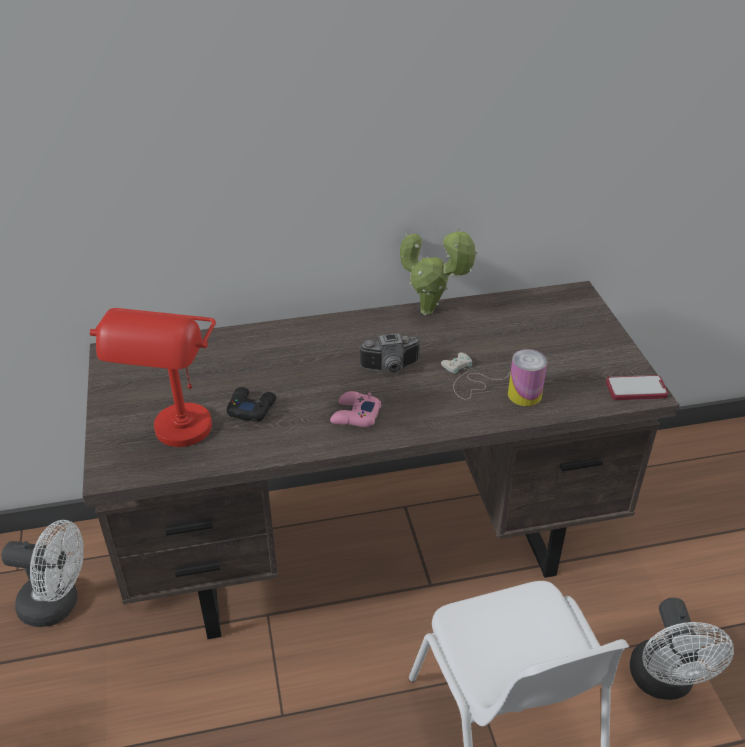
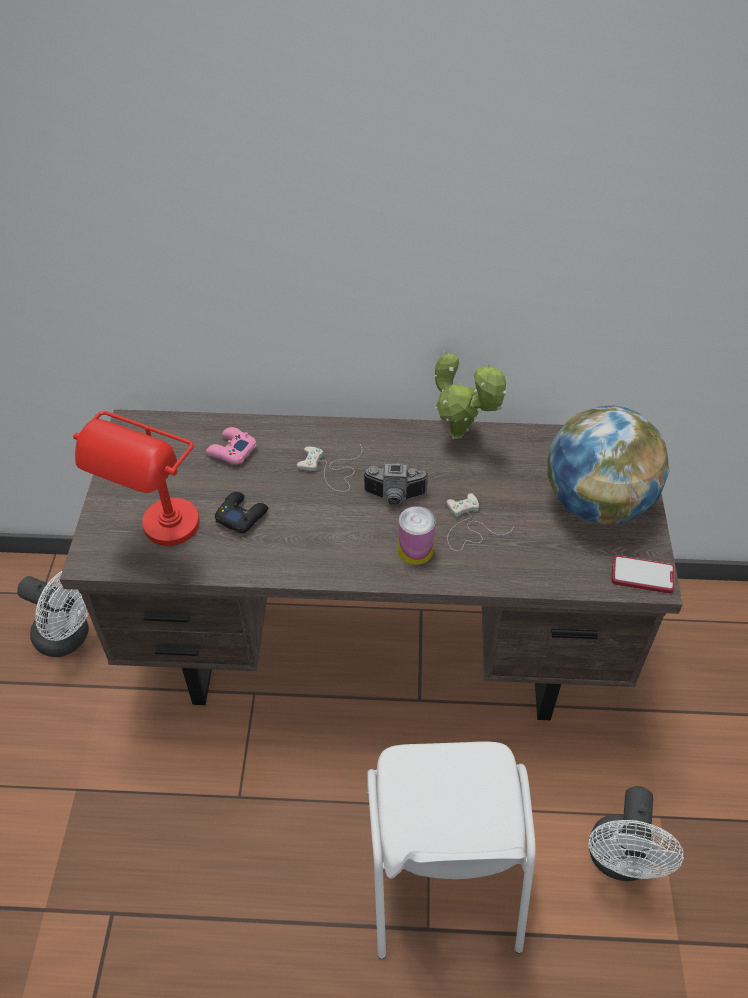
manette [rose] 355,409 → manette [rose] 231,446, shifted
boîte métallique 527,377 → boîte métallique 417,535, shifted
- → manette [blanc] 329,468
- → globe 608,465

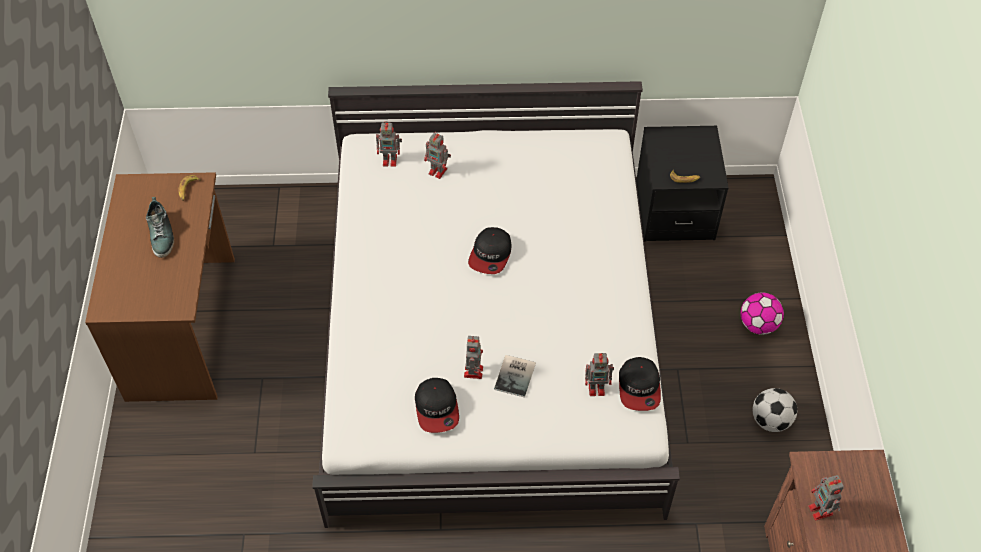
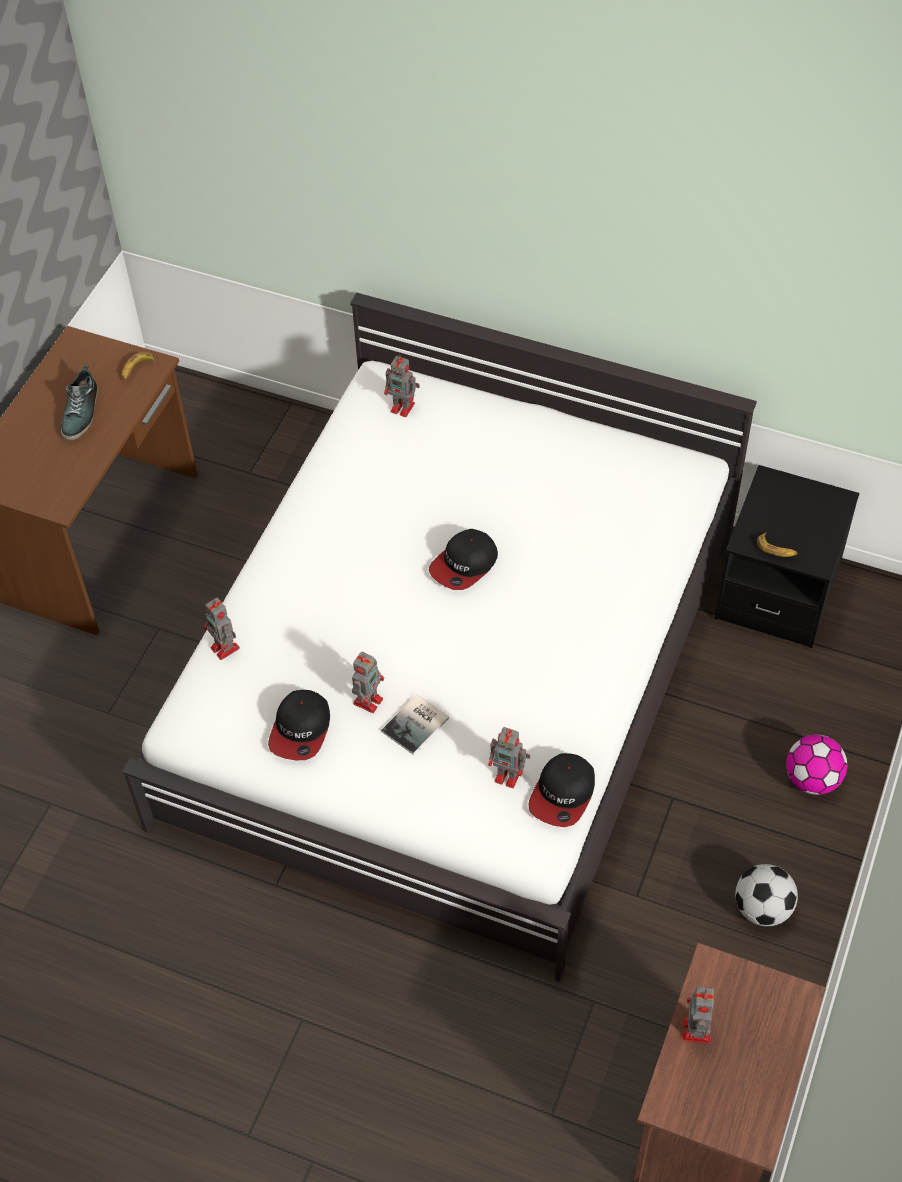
robot jouet 437,155 → robot jouet 222,629, shifted

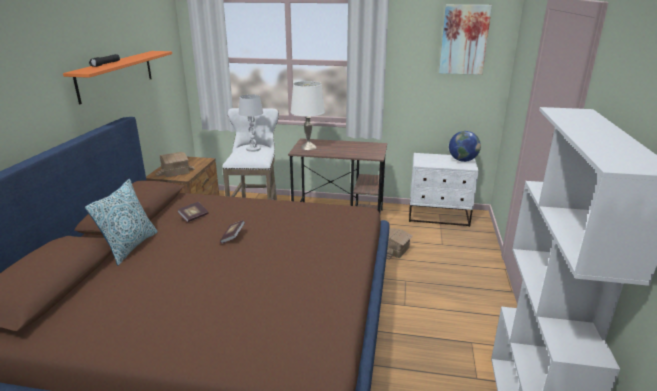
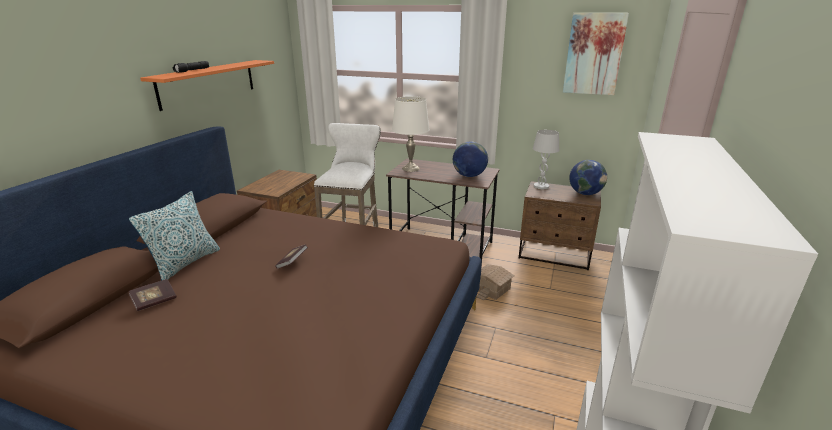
maison miniature 175,164 → -
livre 193,212 → livre 152,295, shifted
lampe de table [blanc] 251,123 → lampe de table [blanc] 546,159, shifted
table de chevet [blanc] 444,190 → table de chevet [marron] 560,225
- → globe 470,159

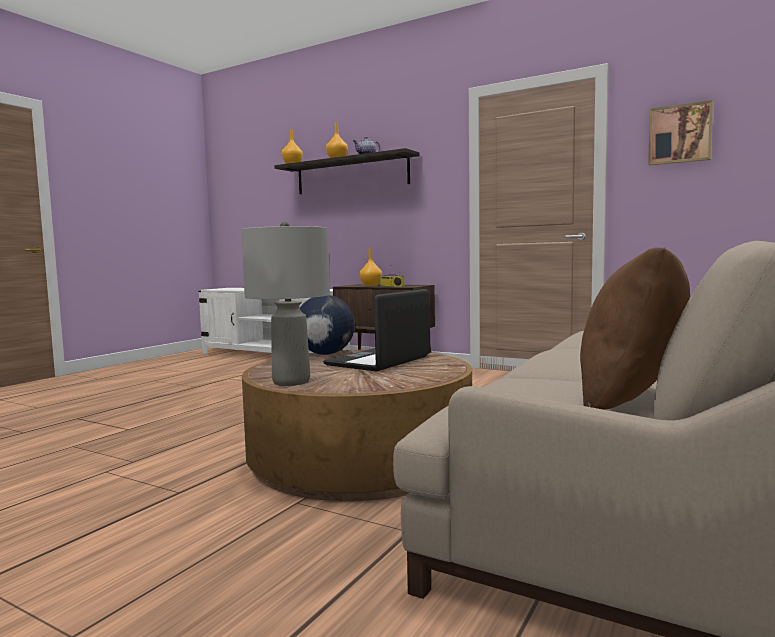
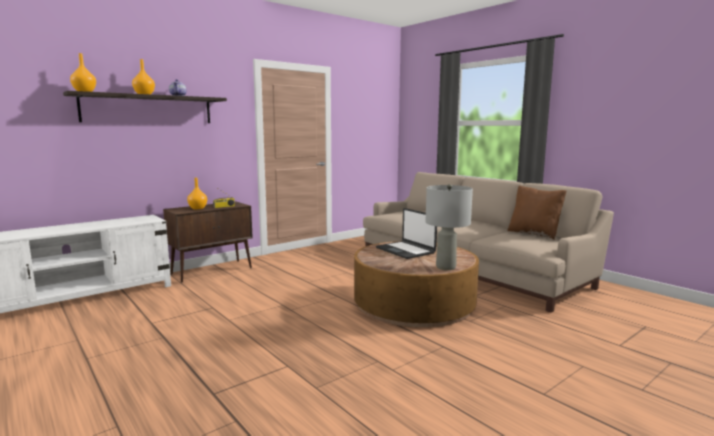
globe 327,325 → -
tableau 680,133 → -

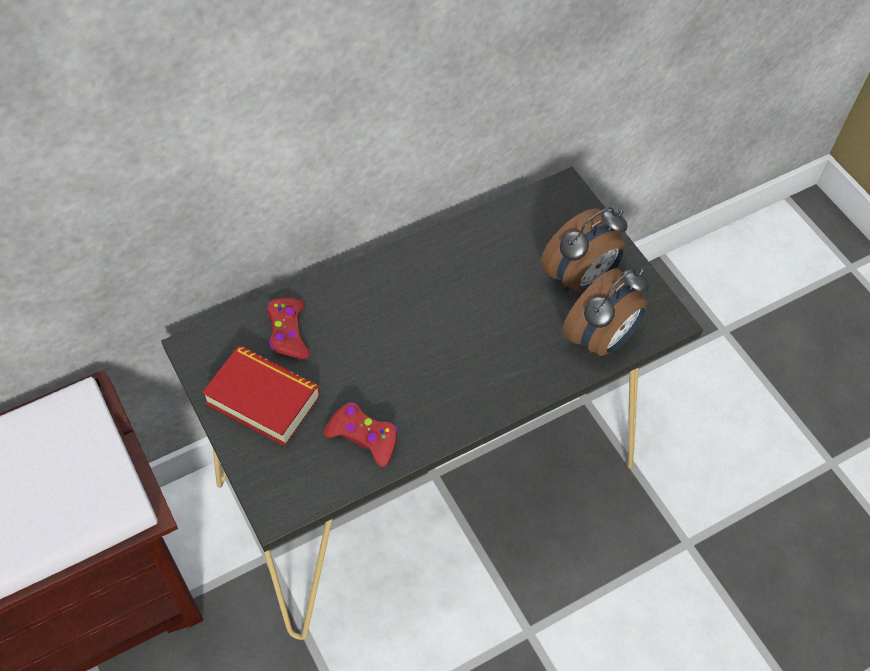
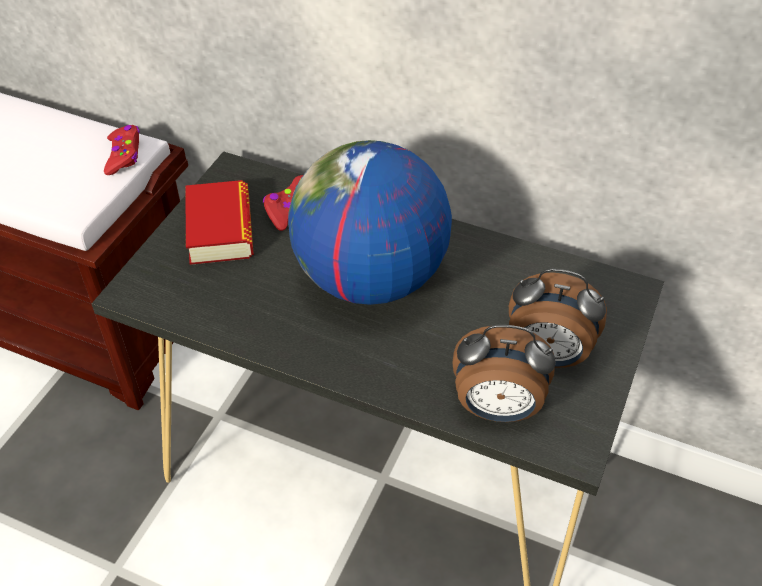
manette [rouge] 361,434 → manette [rouge] 122,150, shifted
- → globe 370,222

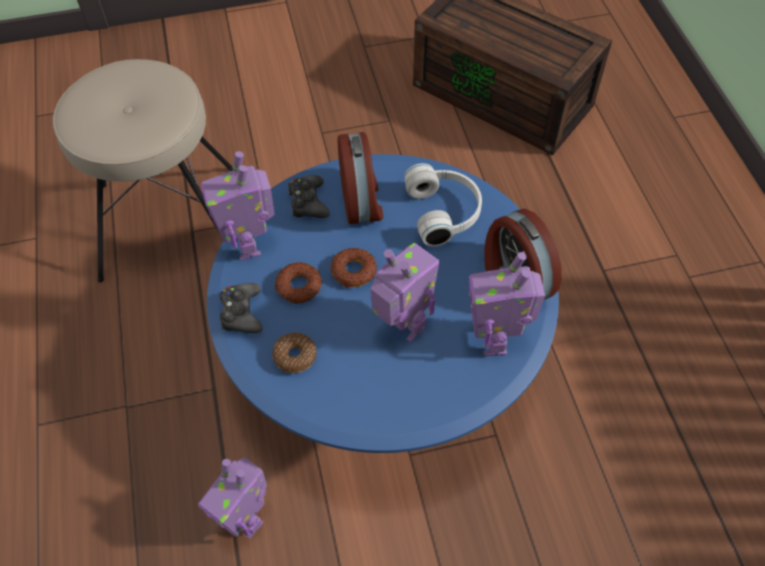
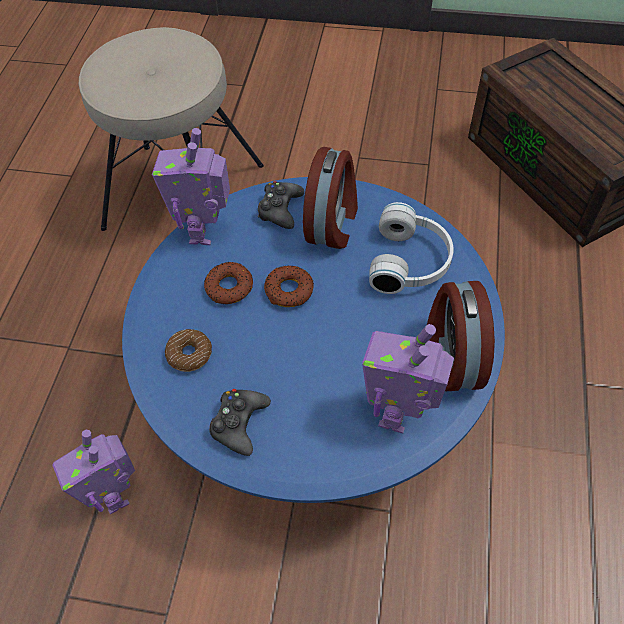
manette [noir] 241,308 → manette [noir] 240,422, shifted
robot jouet 404,292 → -

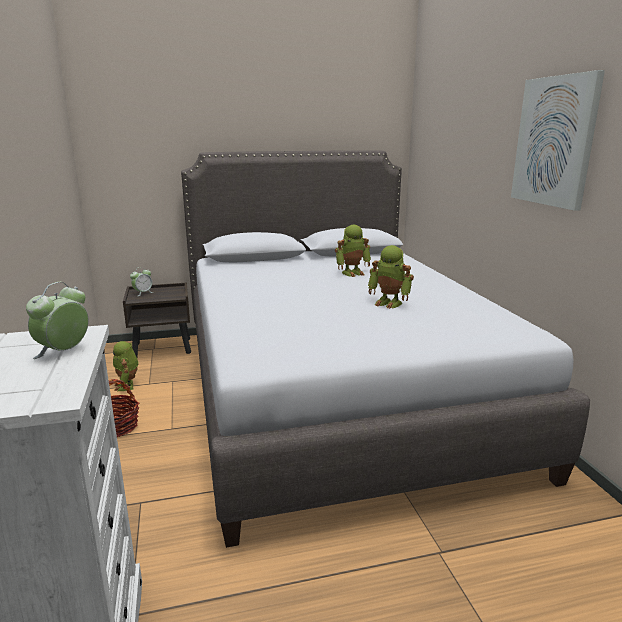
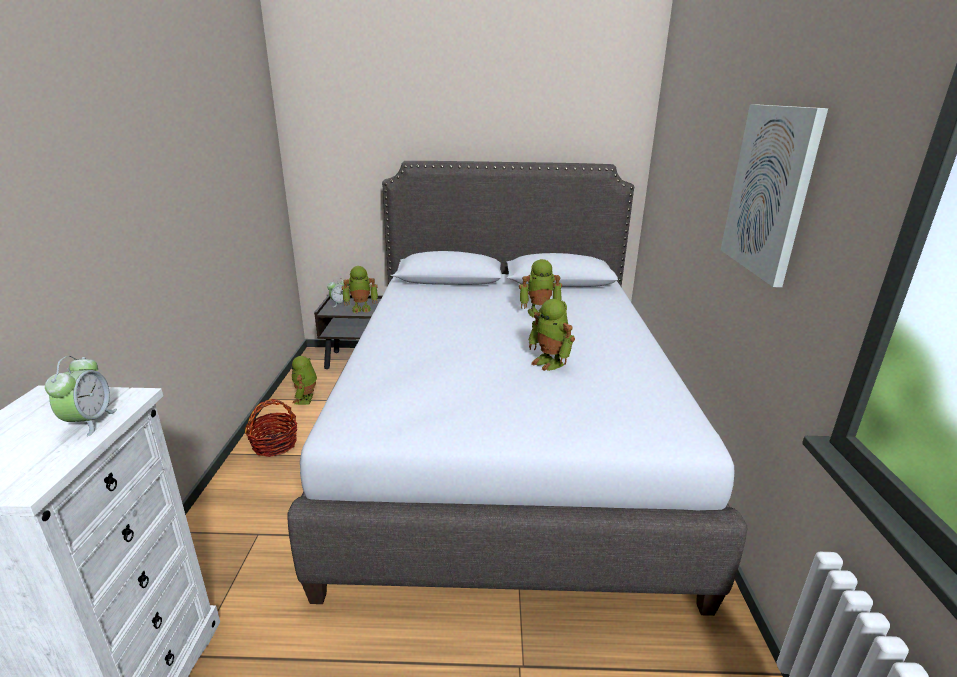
réveil 57,320 → réveil 81,396, 135 degrees clockwise
- → robot jouet 360,289

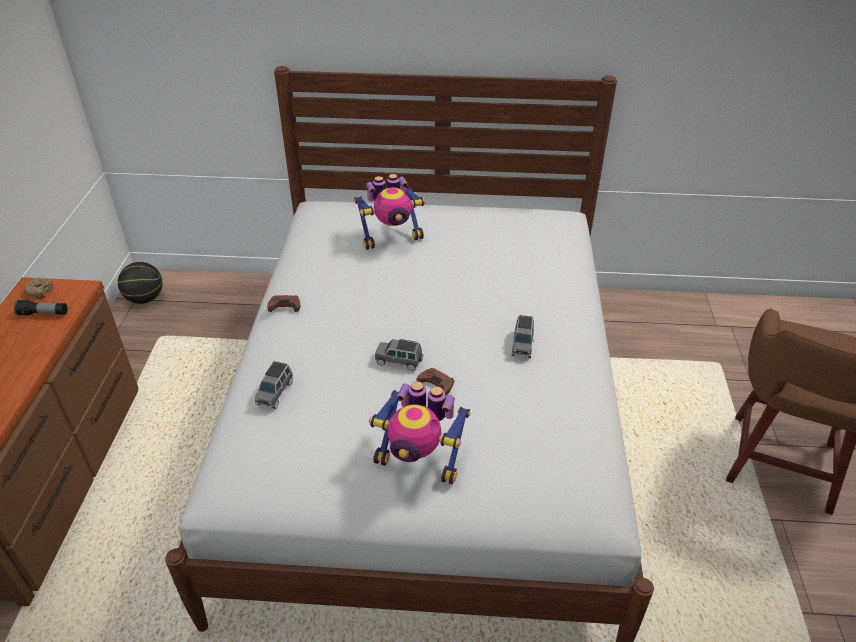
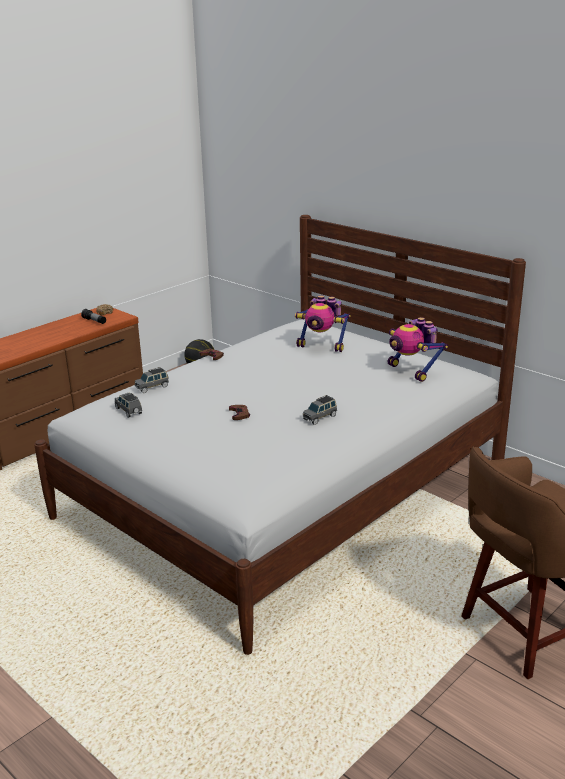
robot jouet 420,432 → robot jouet 417,349, shifted
petite voiture [gris] 399,355 → petite voiture [gris] 128,405, shifted

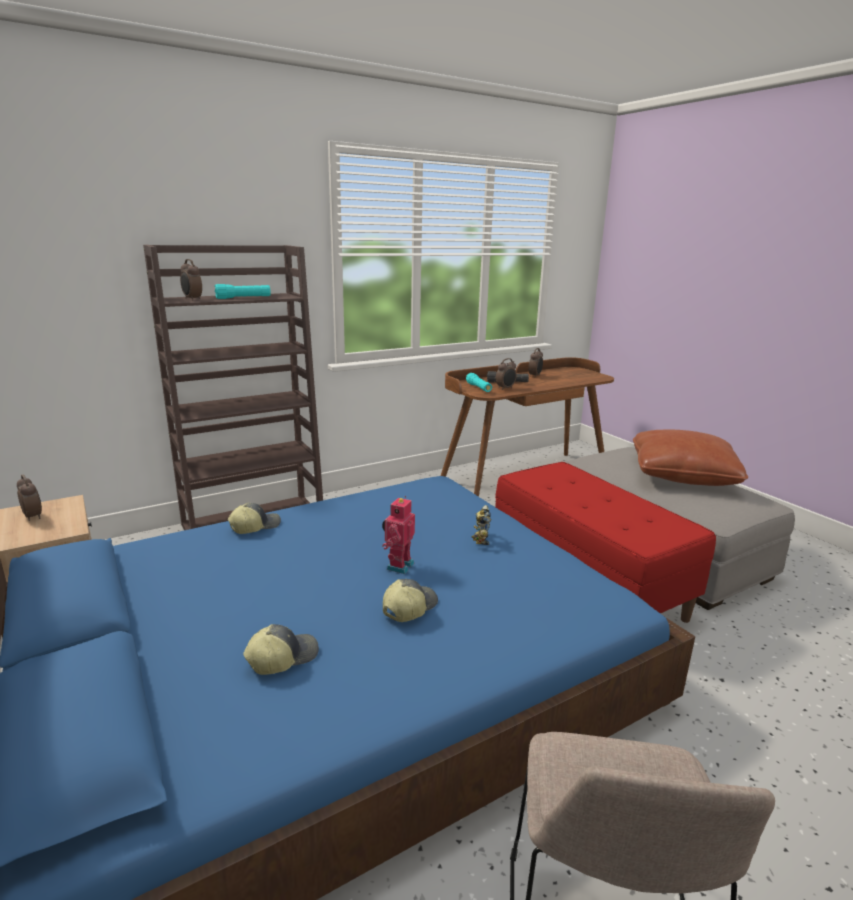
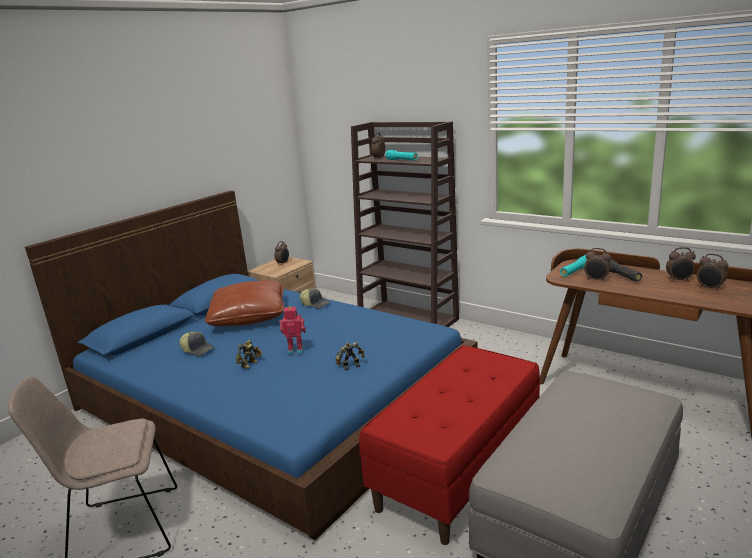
casquette 410,600 → robot jouet 249,354
coussin [marron] 690,458 → coussin [marron] 244,303, shifted
- → réveil 712,272

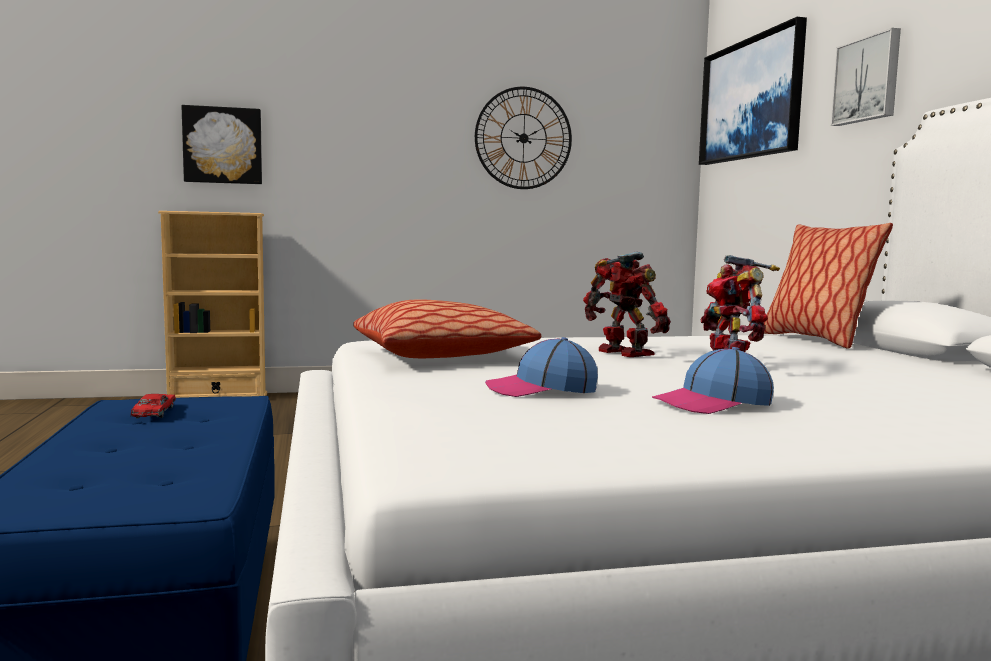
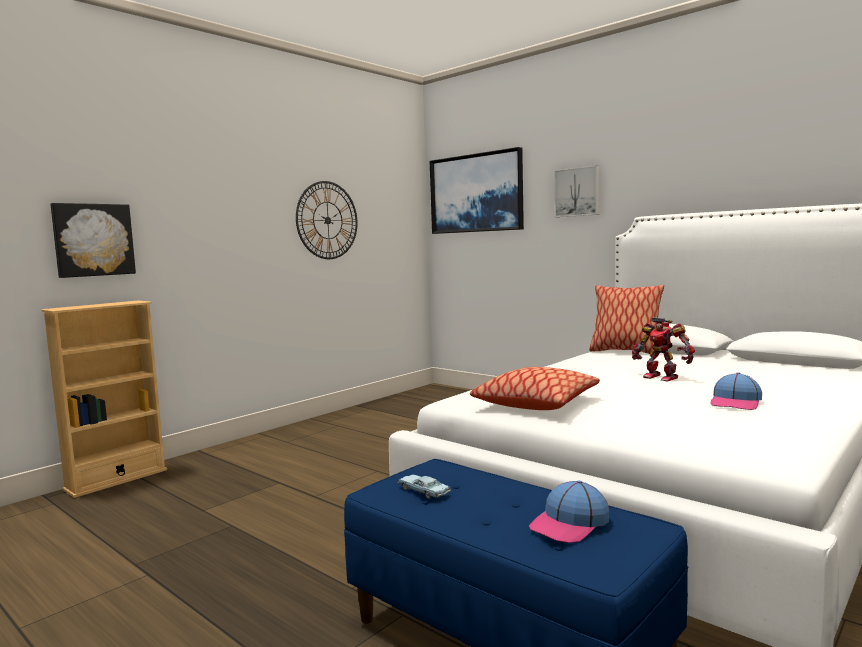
petite voiture [rouge] 153,406 → petite voiture [bleu] 424,486
casquette 541,367 → casquette 569,511, shifted
robot jouet 627,304 → -

